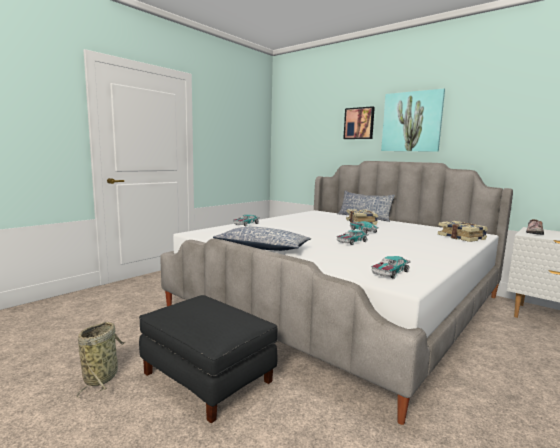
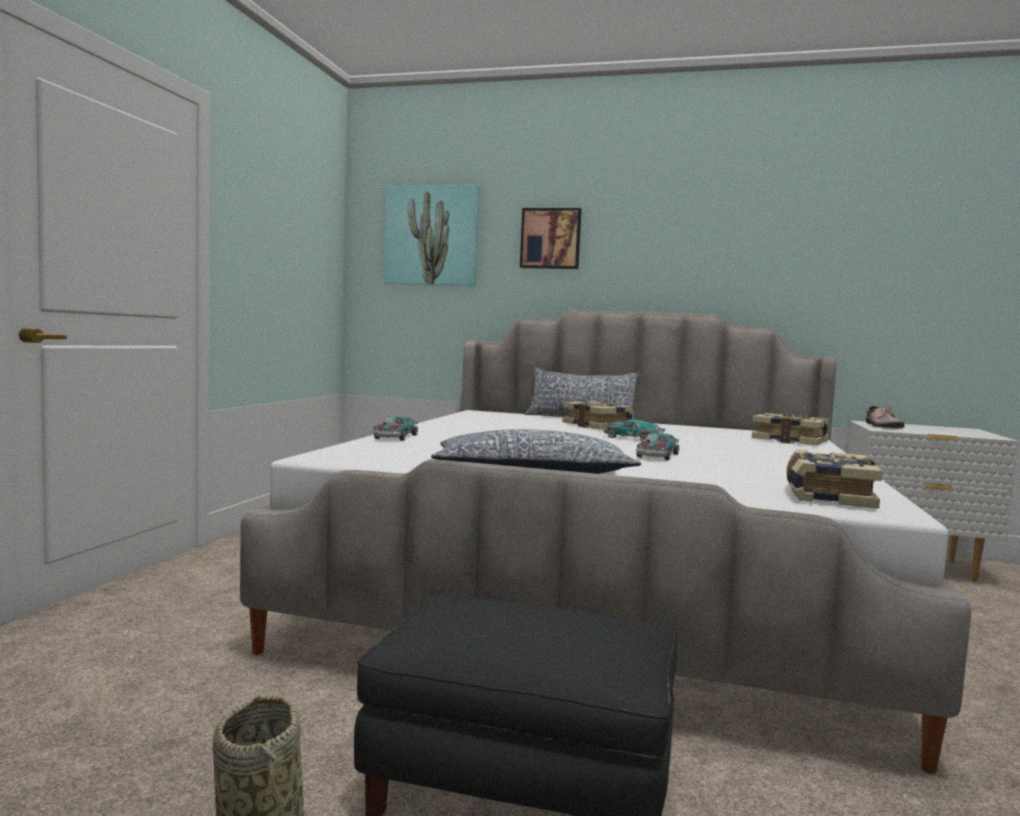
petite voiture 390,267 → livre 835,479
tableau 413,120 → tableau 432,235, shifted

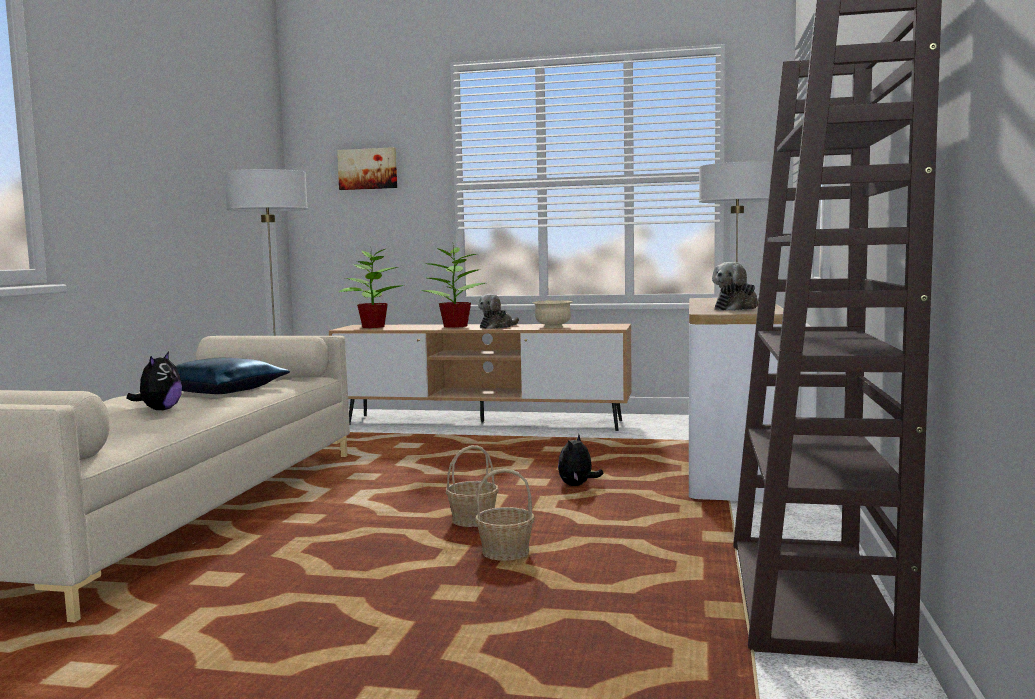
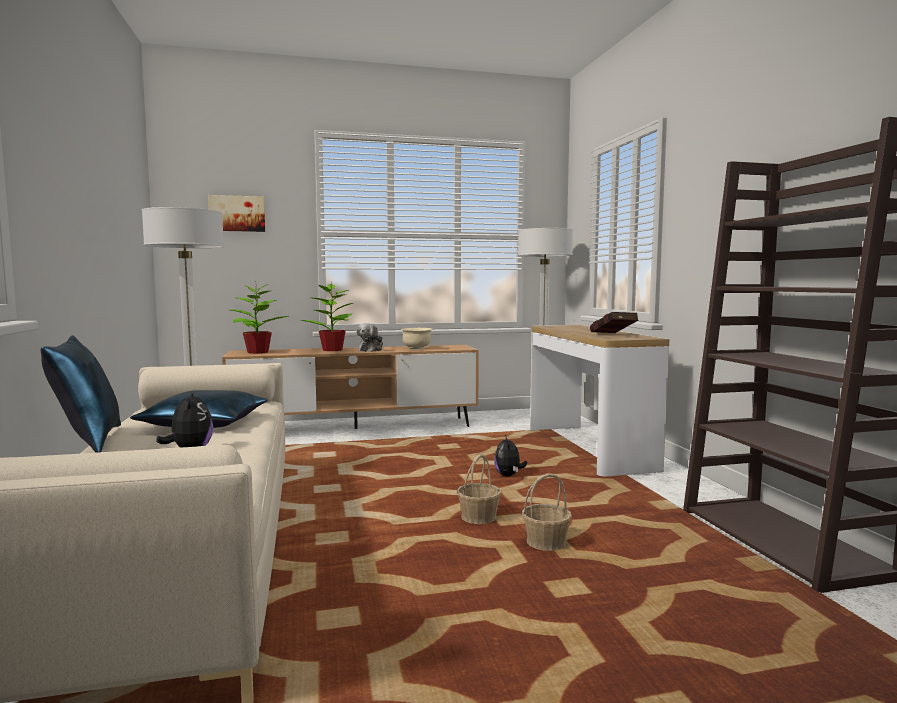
peluche 735,286 → livre [rouge] 614,322
- → coussin [bleu] 81,394

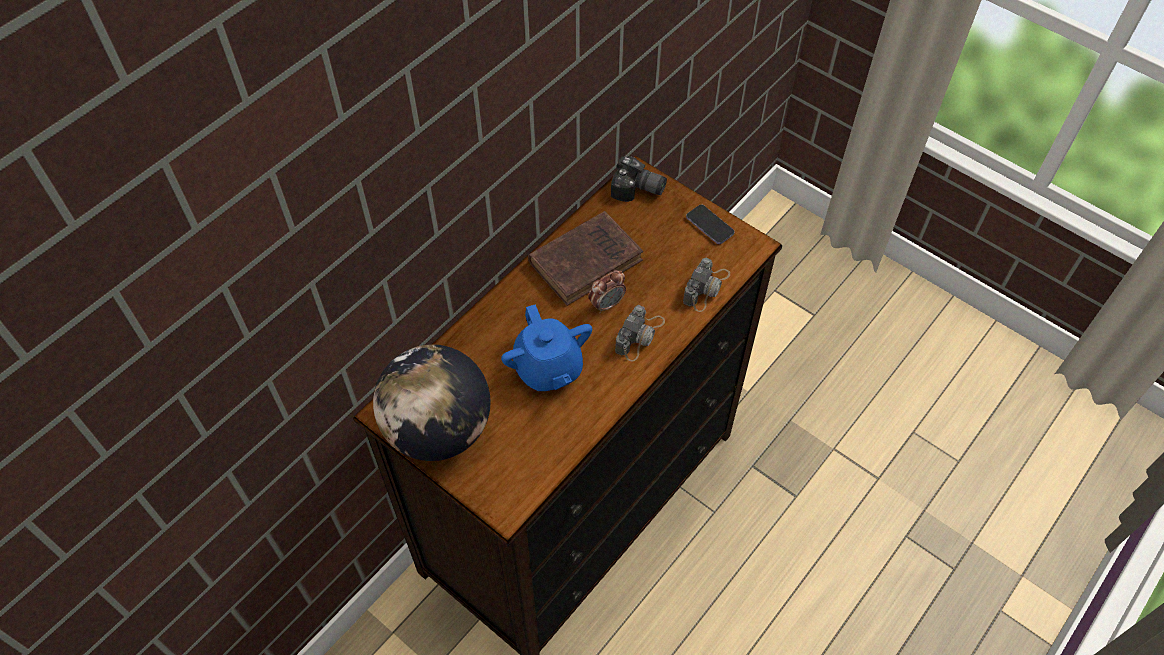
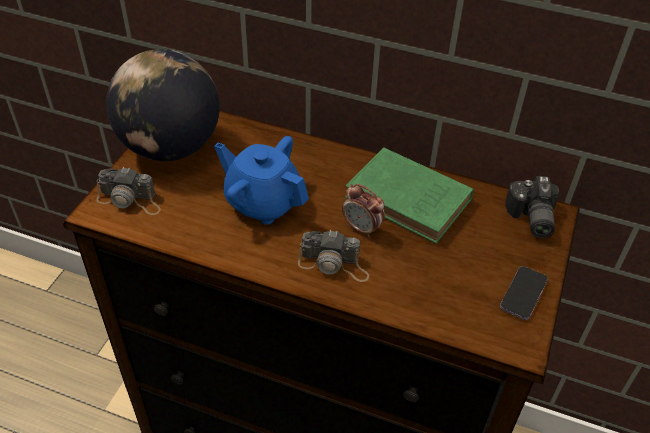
théière [bleu] 546,347 → théière [bleu] 261,180, 75 degrees clockwise
livre [marron] 585,258 → livre [vert] 409,195
appareil photo 706,285 → appareil photo 128,191, shifted

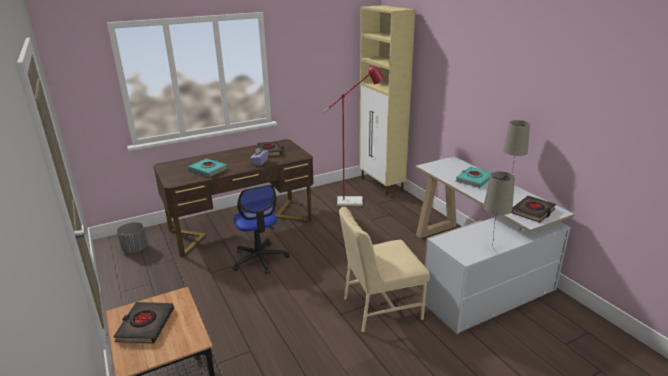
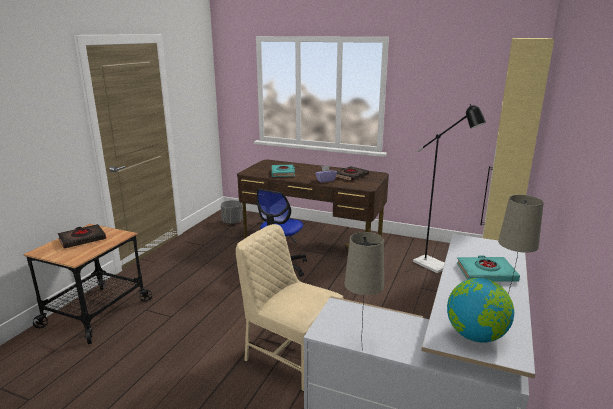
lampadaire [rouge] 354,135 → lampadaire [noir] 449,188
livre [noir] 533,209 → globe 480,310

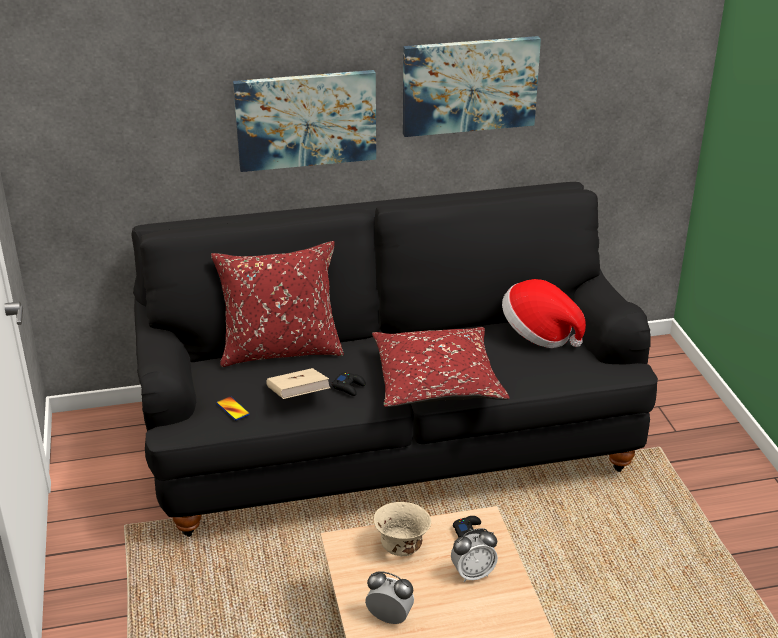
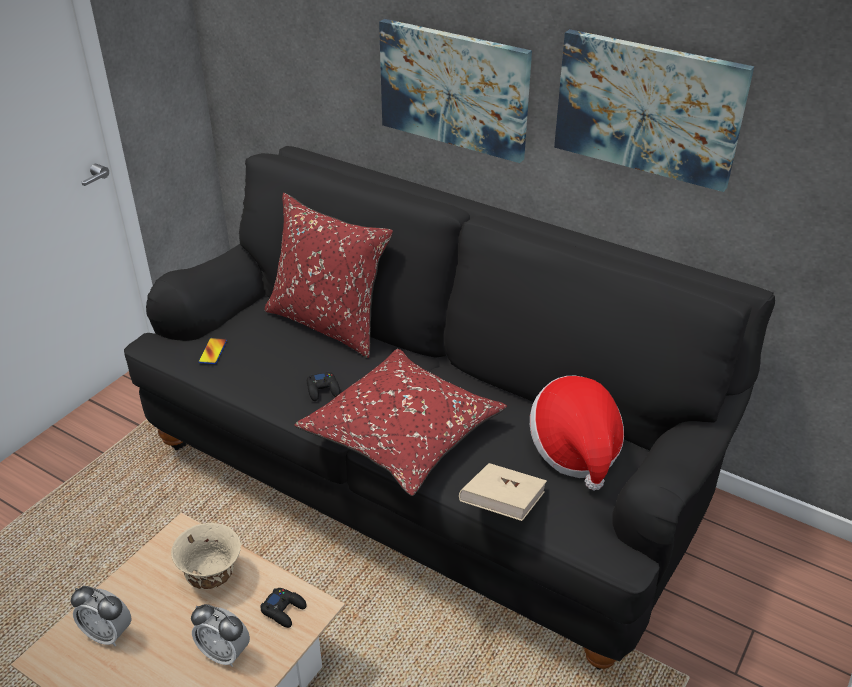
livre [beige] 298,383 → livre [beige] 503,492, shifted
réveil 389,597 → réveil 101,616, 135 degrees clockwise

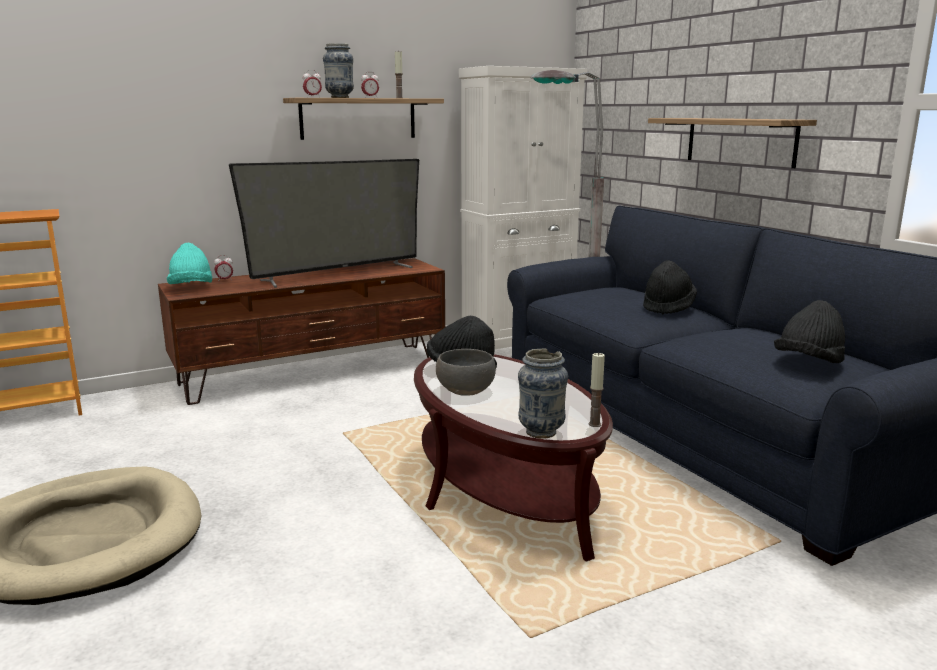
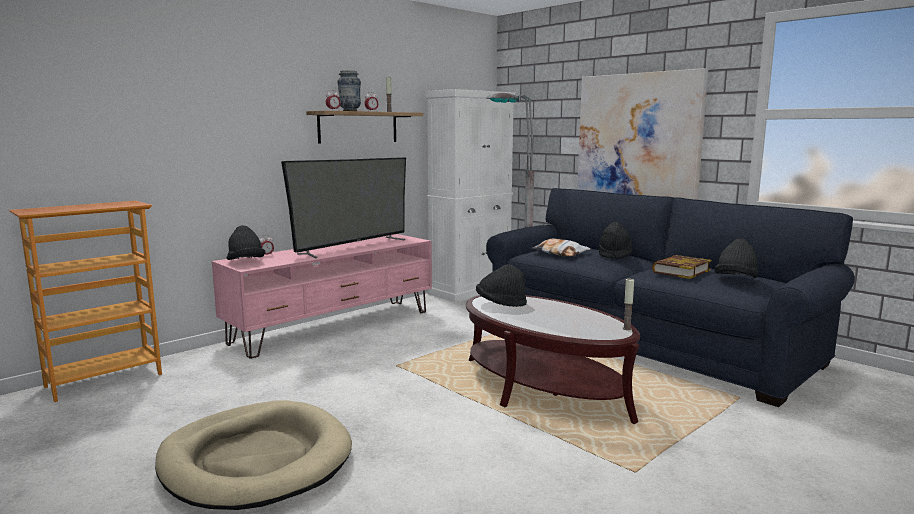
meuble télé [marron] 301,331 → meuble télé [rose] 322,296
chapeau [turquoise] 189,263 → chapeau [noir] 246,242
bol [gris] 466,372 → -
vase 543,394 → -
étagère 732,143 → tableau 642,134
- → coussin 560,247
- → livre 681,267

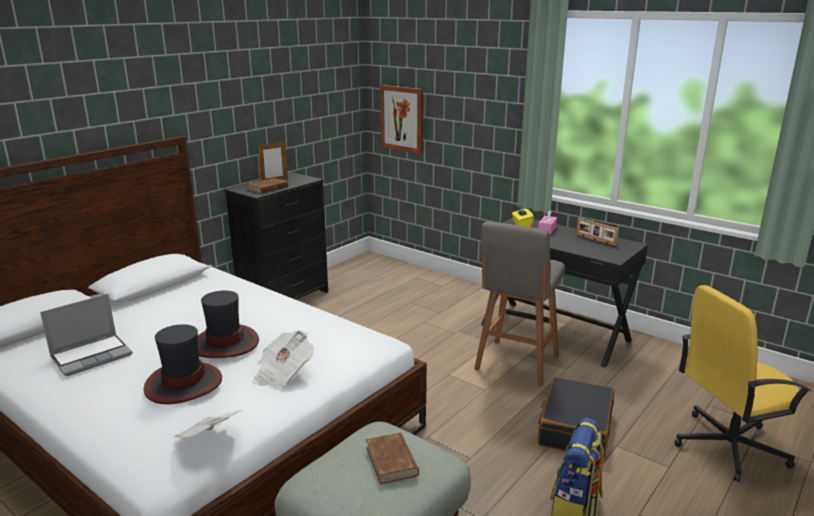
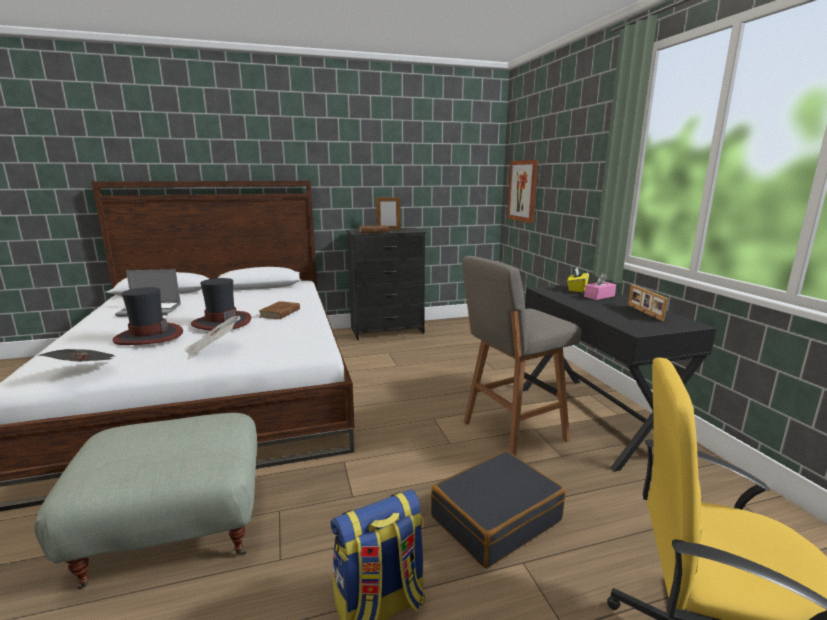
livre [marron] 392,458 → livre [marron] 279,310, shifted

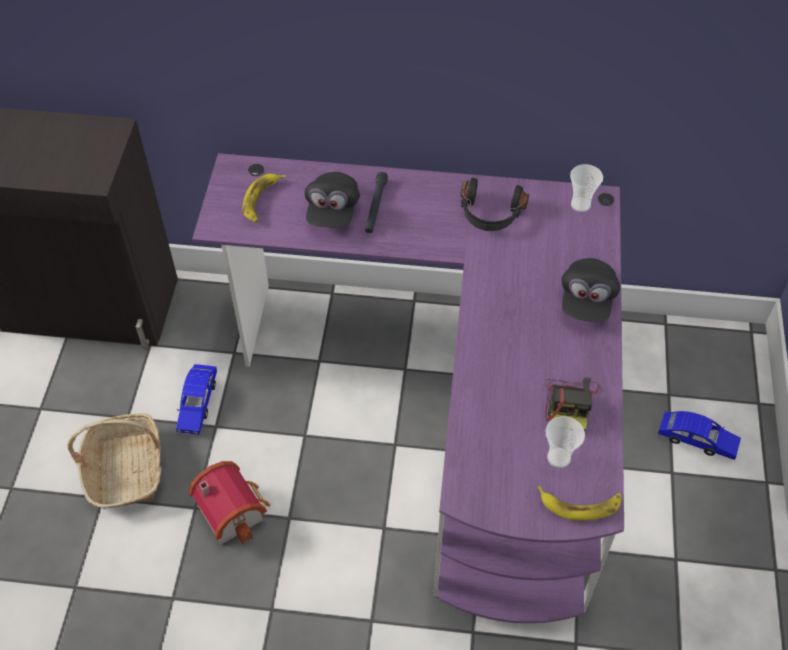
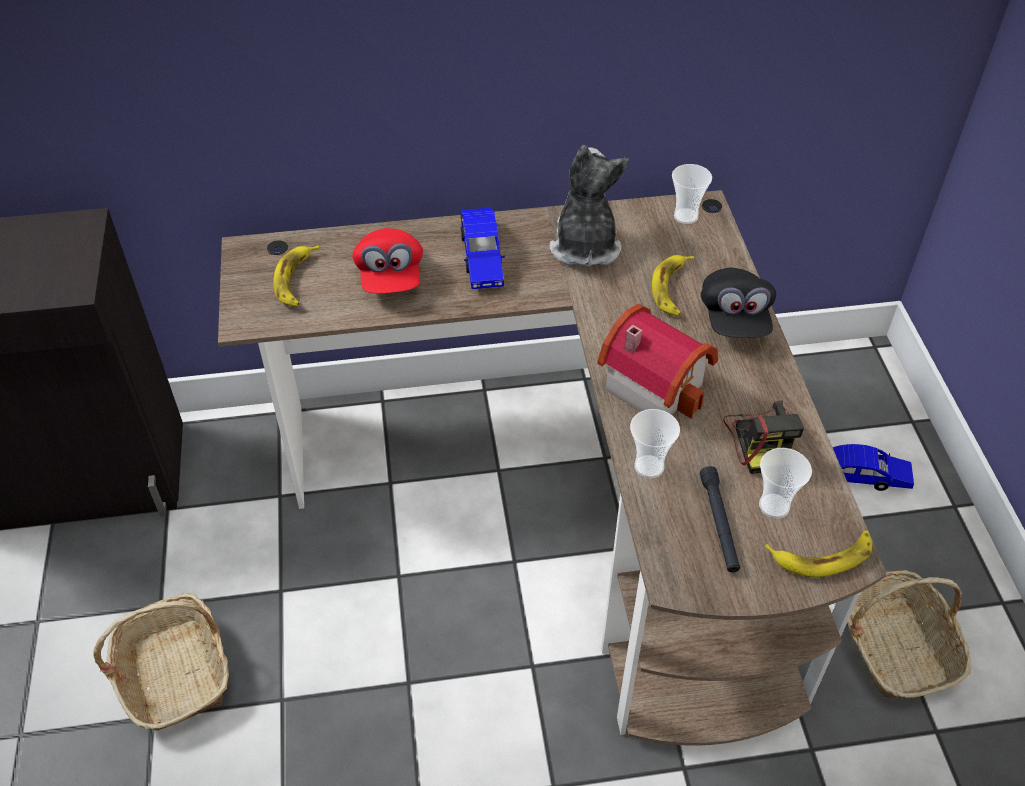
petite voiture [bleu] 196,399 → petite voiture [bleu] 482,248, shifted
maison miniature 229,503 → maison miniature 657,361, shifted
bureau [violet] 408,388 → bureau [marron] 552,468
casquette [noir] 332,200 → casquette [rouge] 387,261
lampe de poche [noir] 376,202 → lampe de poche [noir] 720,519, shifted
casque audio [noir] 495,204 → peluche 589,205
- → tasse 655,443
- → banane 673,285
- → panier 909,634

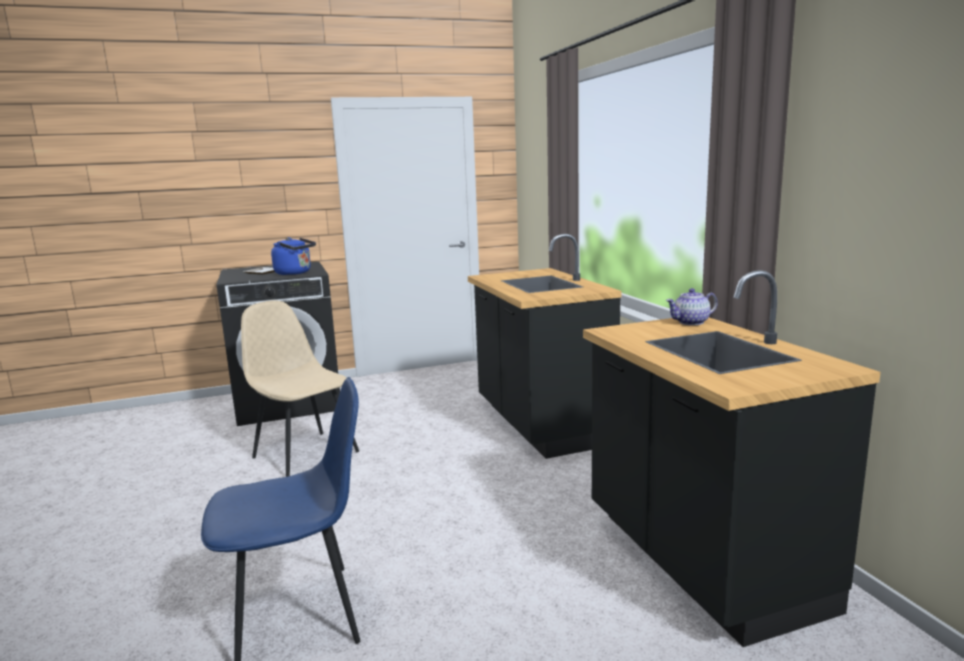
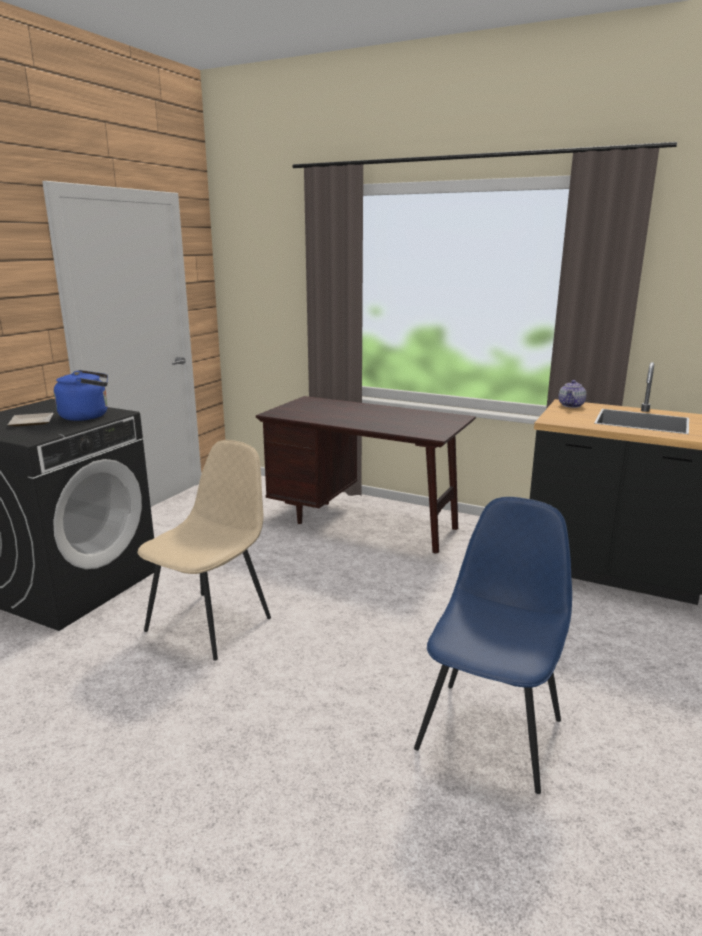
chaise [beige] 300,388 → chaise [beige] 204,550, 120 degrees clockwise
comptoir de cuisine [noir] 544,346 → bureau [marron] 366,474

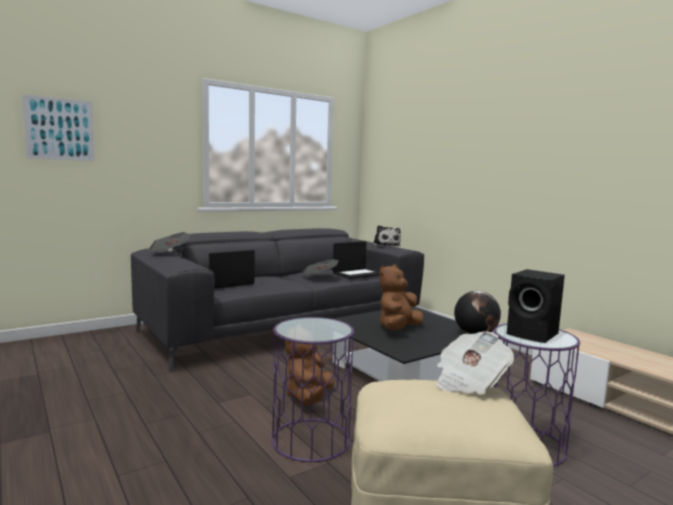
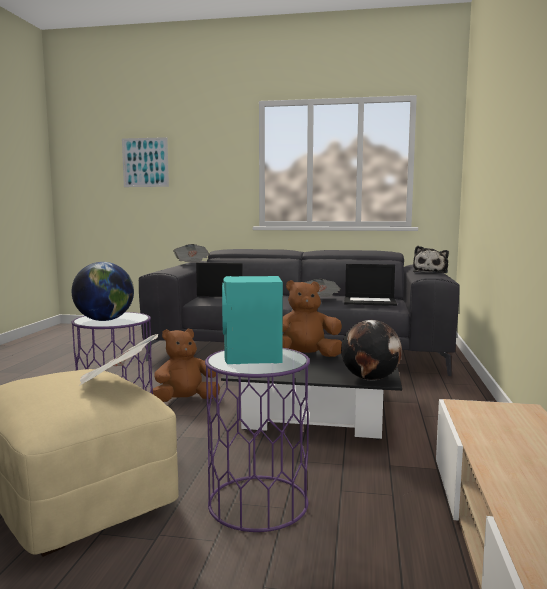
enceinte [noir] 536,306 → enceinte [turquoise] 252,320
- → globe 103,291

